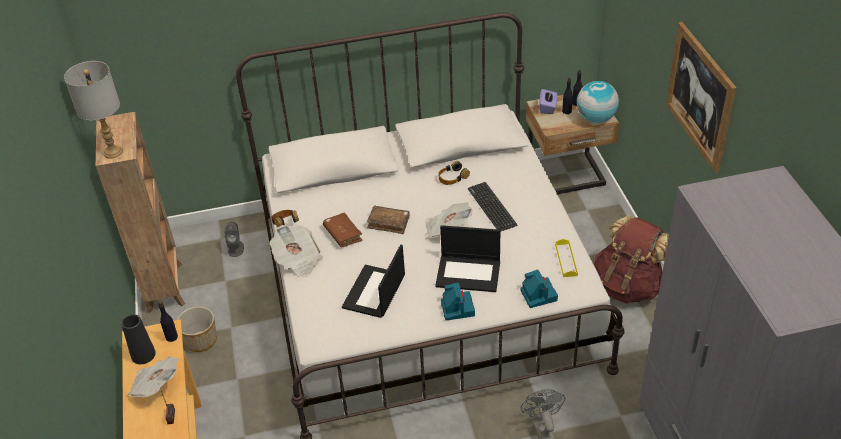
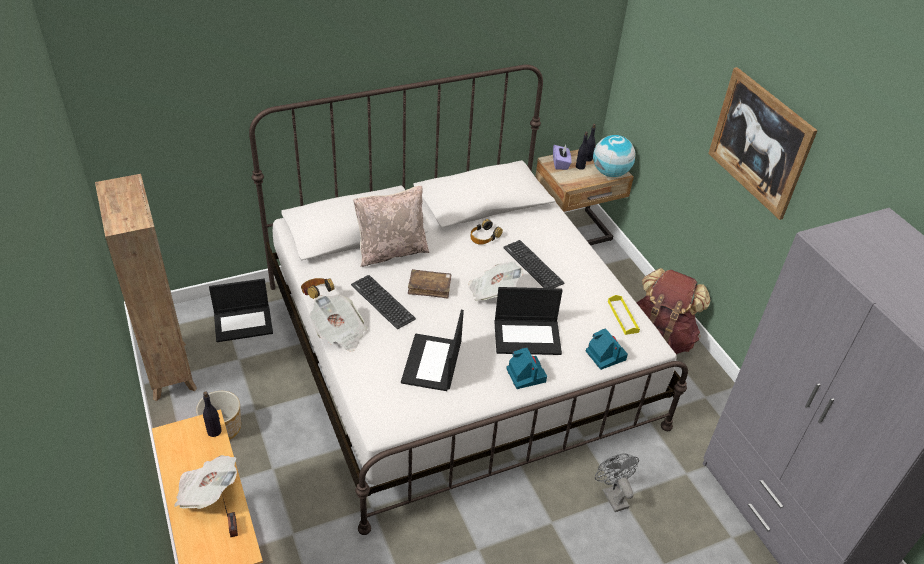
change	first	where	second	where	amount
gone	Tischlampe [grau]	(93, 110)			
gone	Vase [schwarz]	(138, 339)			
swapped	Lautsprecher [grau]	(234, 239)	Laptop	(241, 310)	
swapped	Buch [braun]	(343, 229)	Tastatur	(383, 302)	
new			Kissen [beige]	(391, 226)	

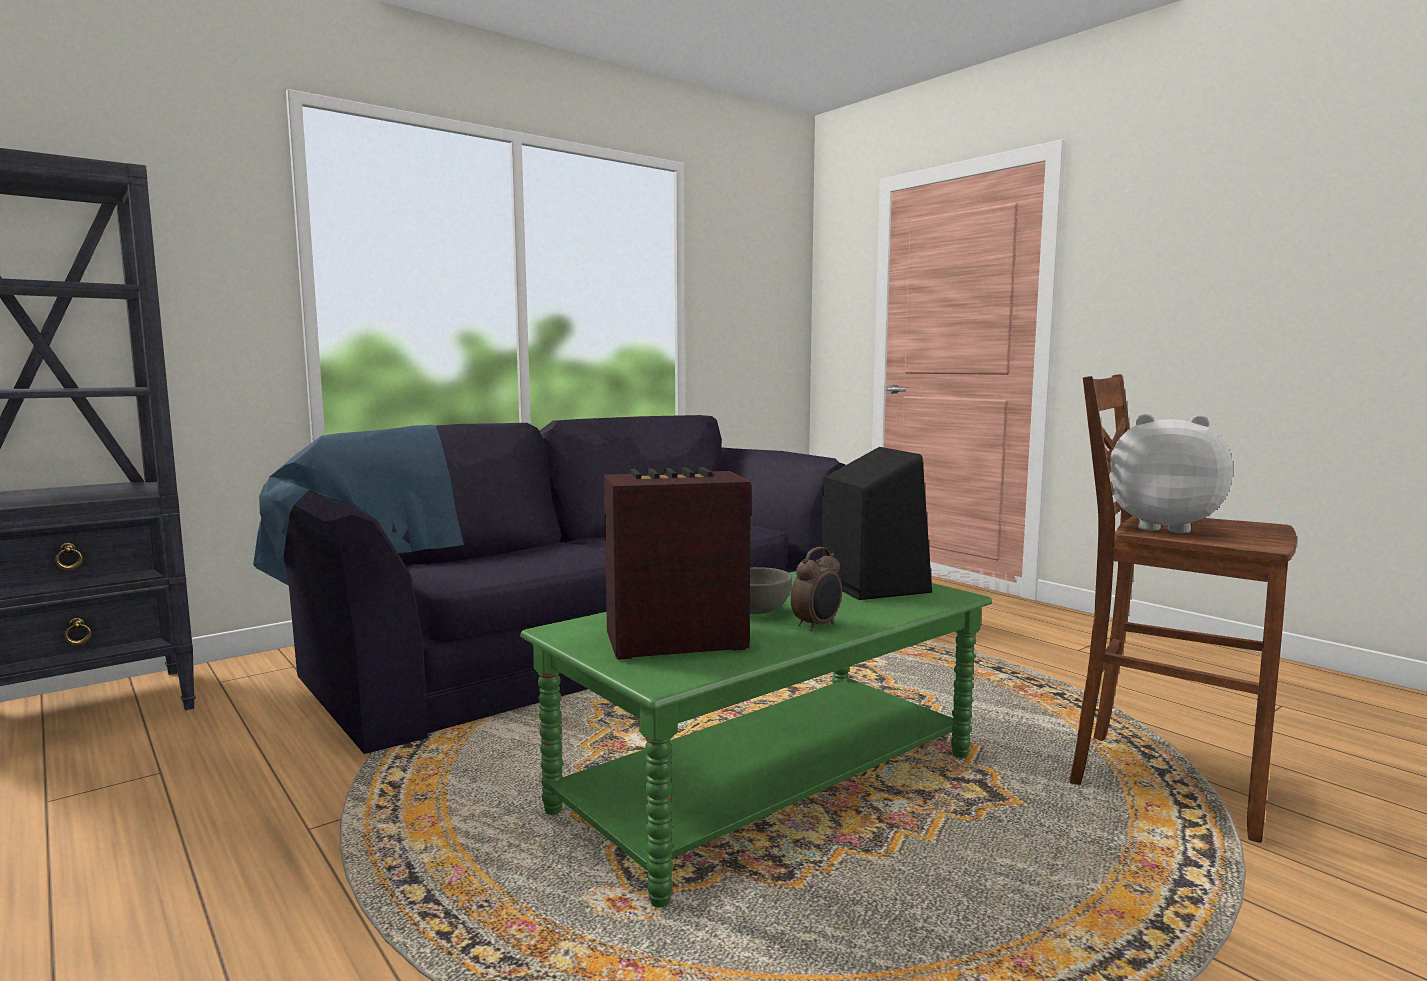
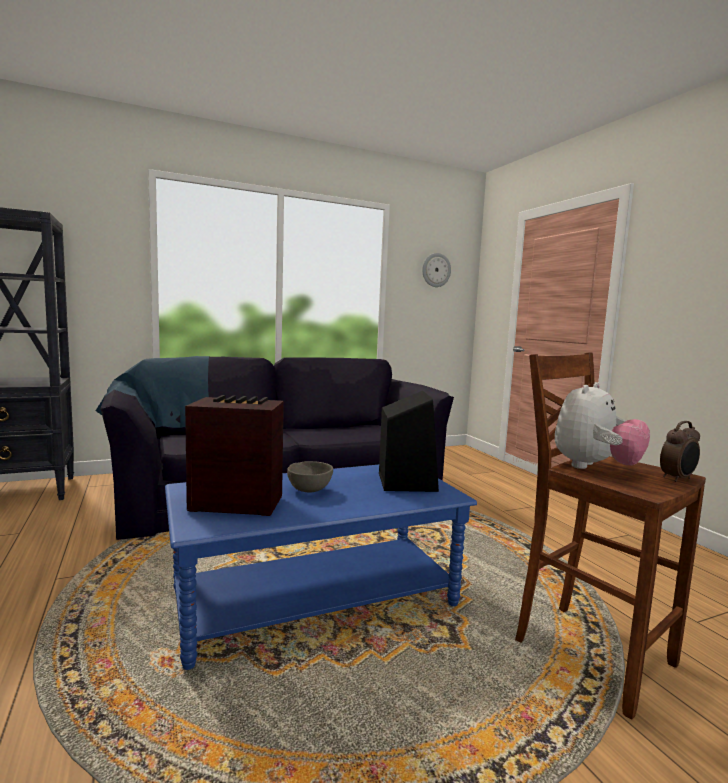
change	first	where	second	where	amount
repainted	Couchtisch [grün]	(756, 739)	Couchtisch [blau]	(321, 567)	
shifted	Wecker	(816, 589)		(680, 451)	
rotated	Plüschtier	(1171, 473)		(602, 425)	90 degrees clockwise
new			Wanduhr	(436, 270)	

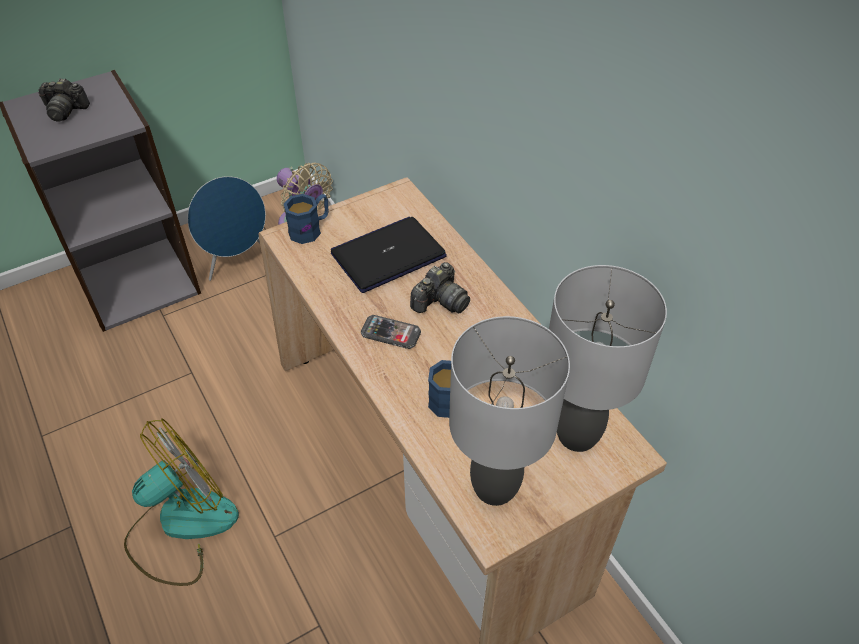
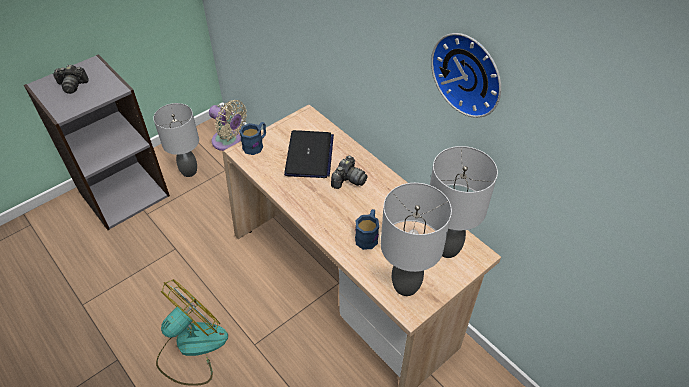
change	first	where	second	where	amount
swapped	Lautsprecher [blau]	(226, 228)	Tischlampe [grau]	(176, 140)	
rotated	Laptop	(389, 255)		(309, 154)	135 degrees clockwise
gone	Handy	(391, 332)			
new			Wanduhr	(466, 75)	

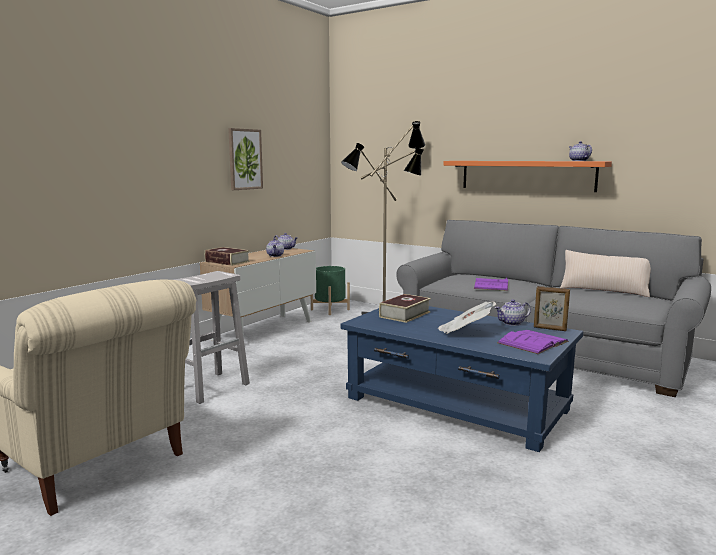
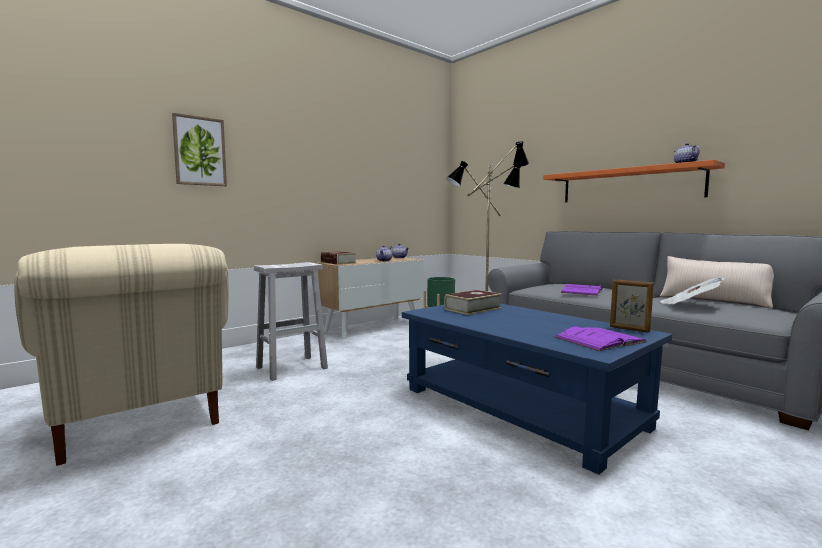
change	first	where	second	where	amount
shifted	Bild	(245, 159)		(199, 149)	
shifted	Zeitung	(467, 318)		(692, 290)	
gone	Teekanne	(513, 312)			

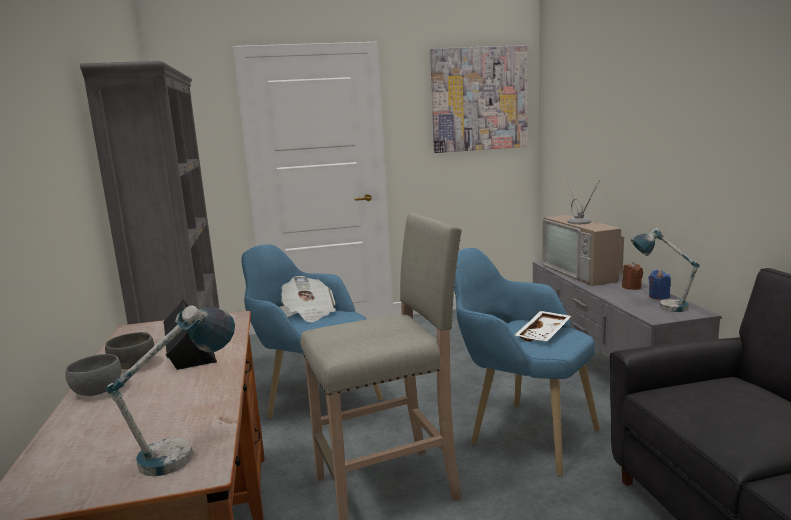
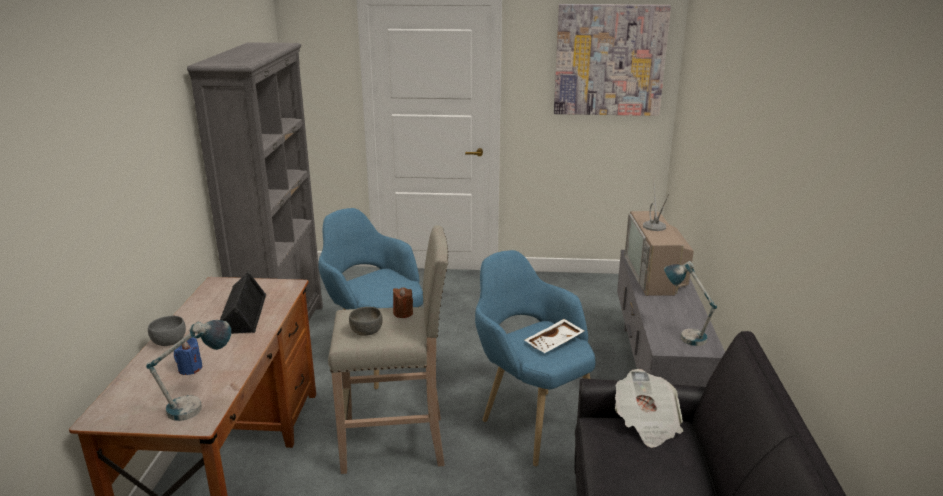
change	first	where	second	where	amount
shifted	Schüssel [grau]	(129, 350)		(366, 321)	
shifted	Zeitung	(308, 299)		(649, 408)	
shifted	Kerze [braun]	(632, 276)		(403, 302)	
shifted	Kerze [blau]	(659, 285)		(188, 356)	

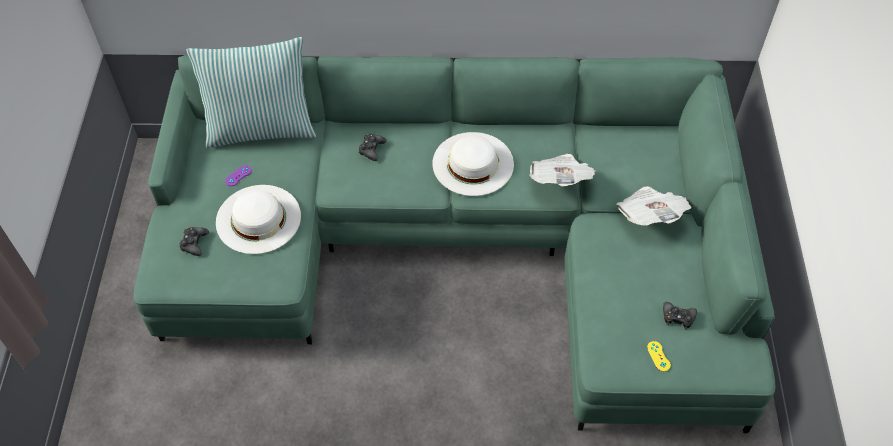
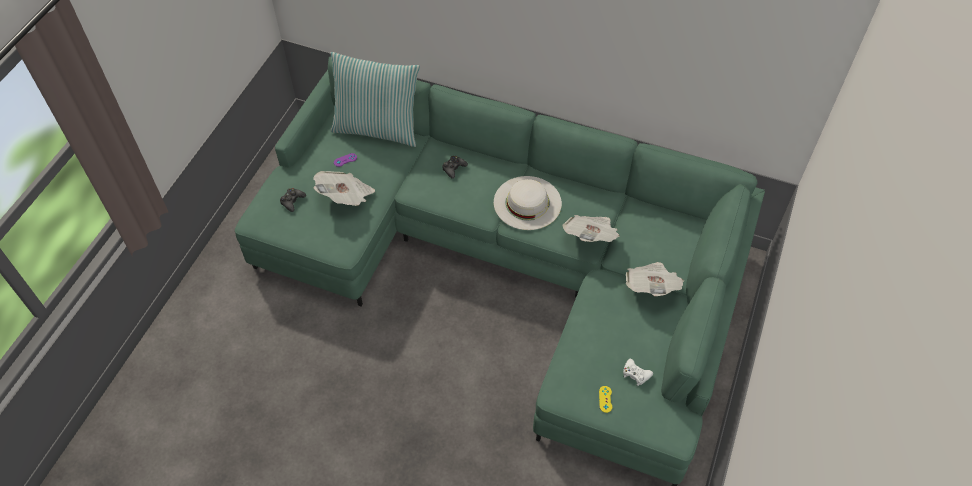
change	first	where	second	where	amount
swapped	Hut [weiß]	(258, 219)	Zeitung	(344, 188)	
repainted	Gamepad [schwarz]	(680, 316)	Gamepad [weiß]	(638, 372)	

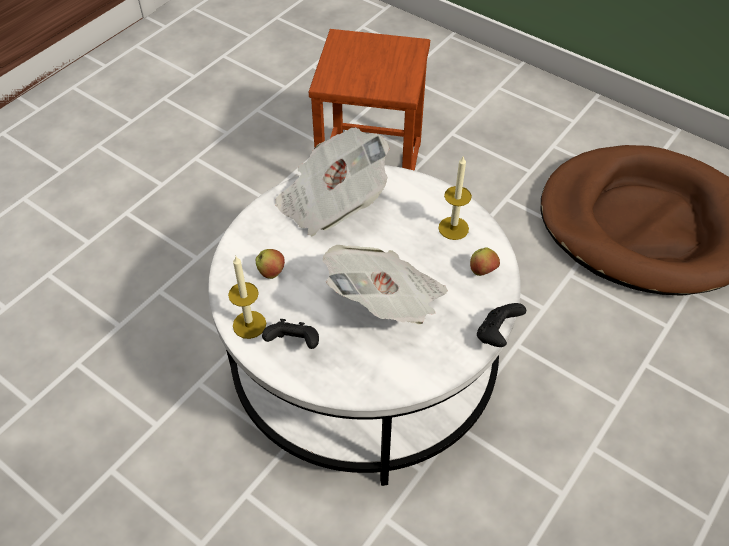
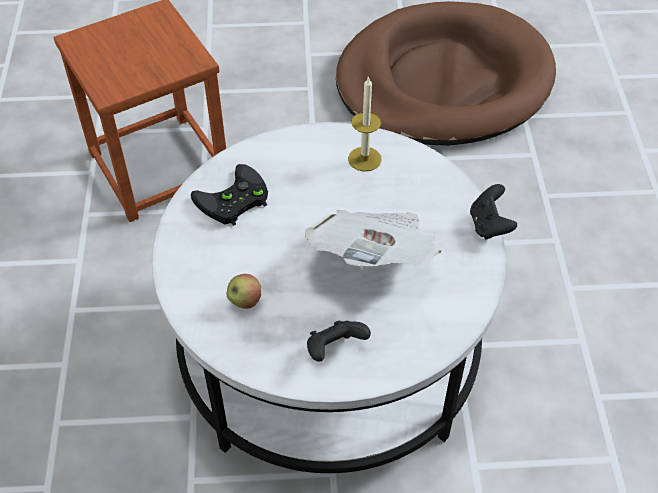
change	first	where	second	where	amount
gone	Kerze	(247, 297)			
swapped	Zeitung	(332, 181)	Gamepad [schwarz]	(229, 195)	
gone	Apfel	(485, 261)			

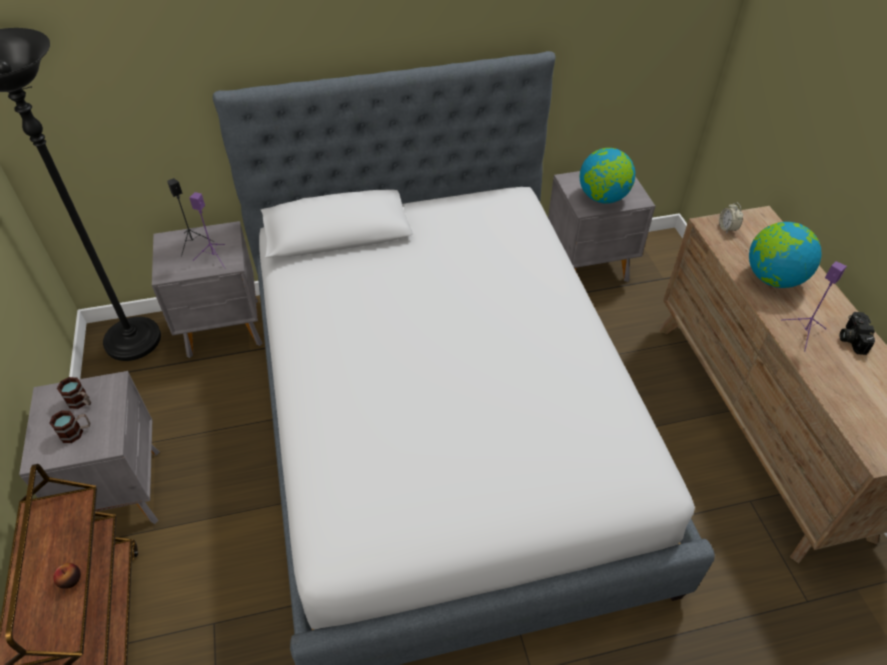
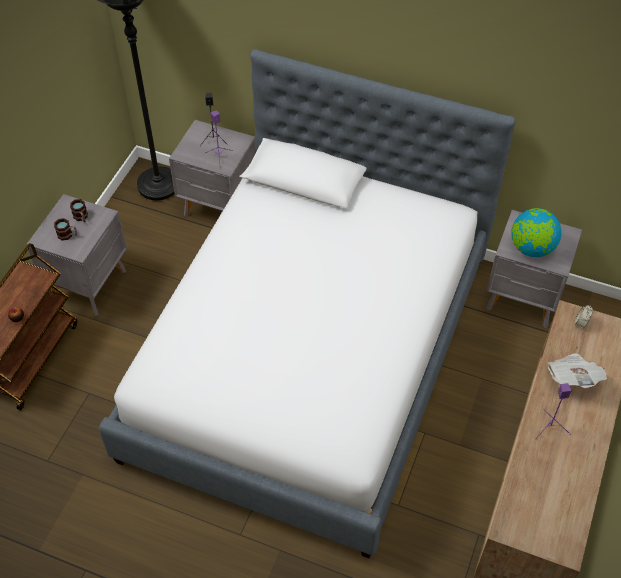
change	first	where	second	where	amount
swapped	Globus	(785, 255)	Zeitung	(577, 370)	
gone	Kamera	(857, 333)			

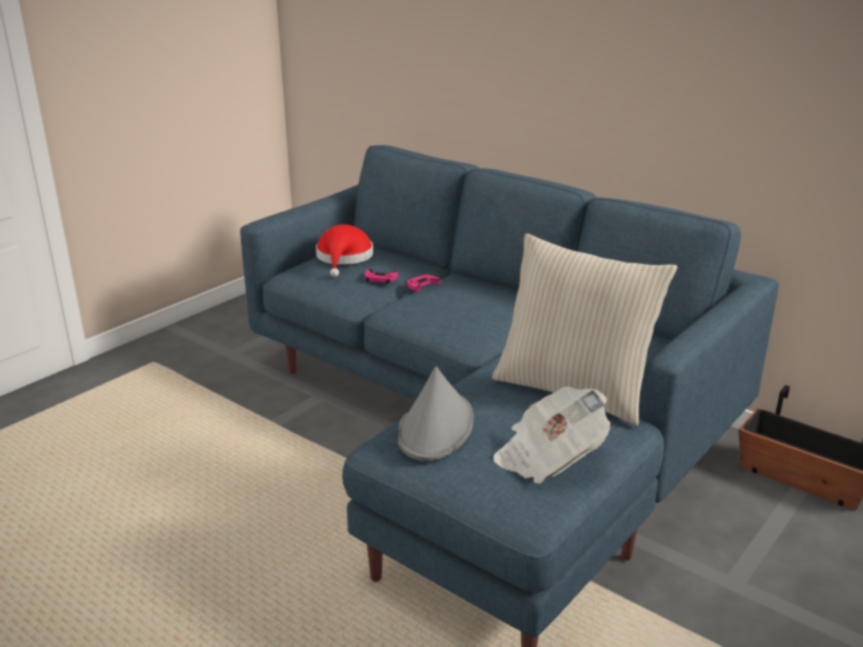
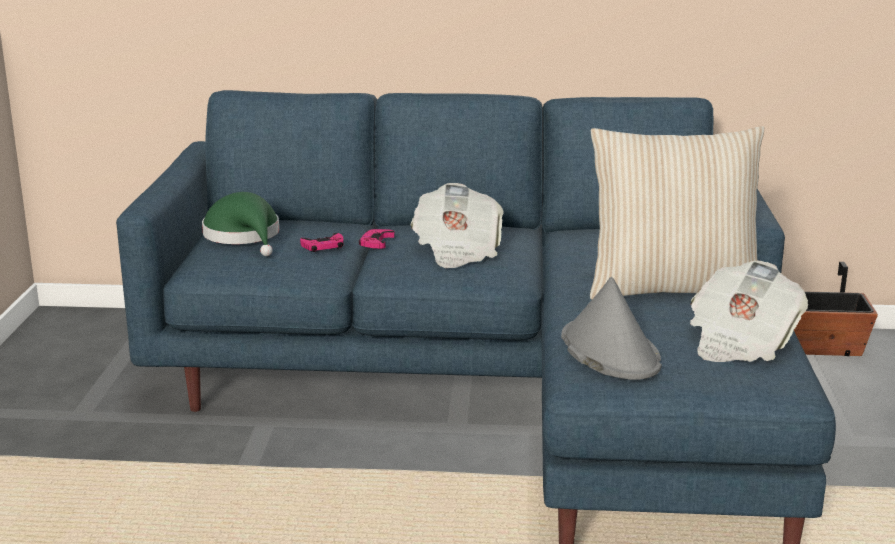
change	first	where	second	where	amount
repainted	Hut [rot]	(344, 250)	Hut [grün]	(240, 224)	
new			Zeitung	(457, 225)	

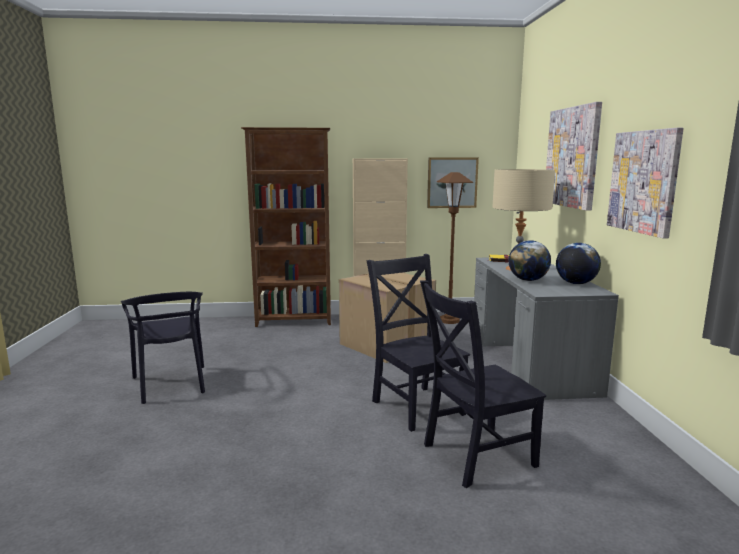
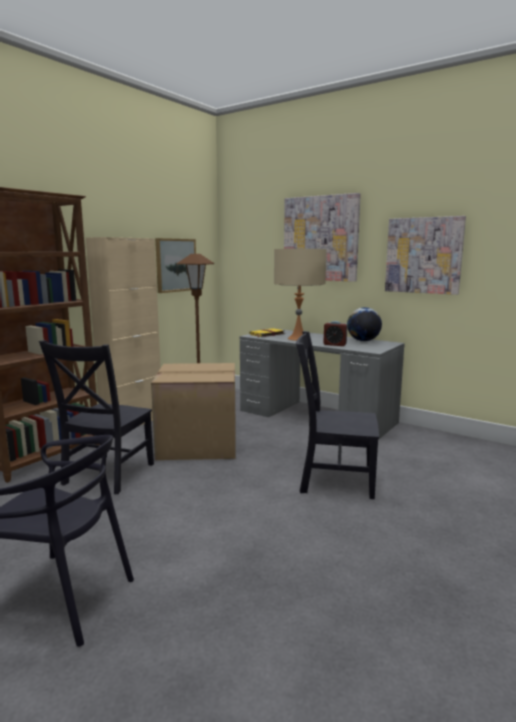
change	first	where	second	where	amount
shifted	Stuhl [schwarz]	(483, 384)		(96, 417)	
swapped	Globus	(530, 260)	Wecker	(335, 333)	

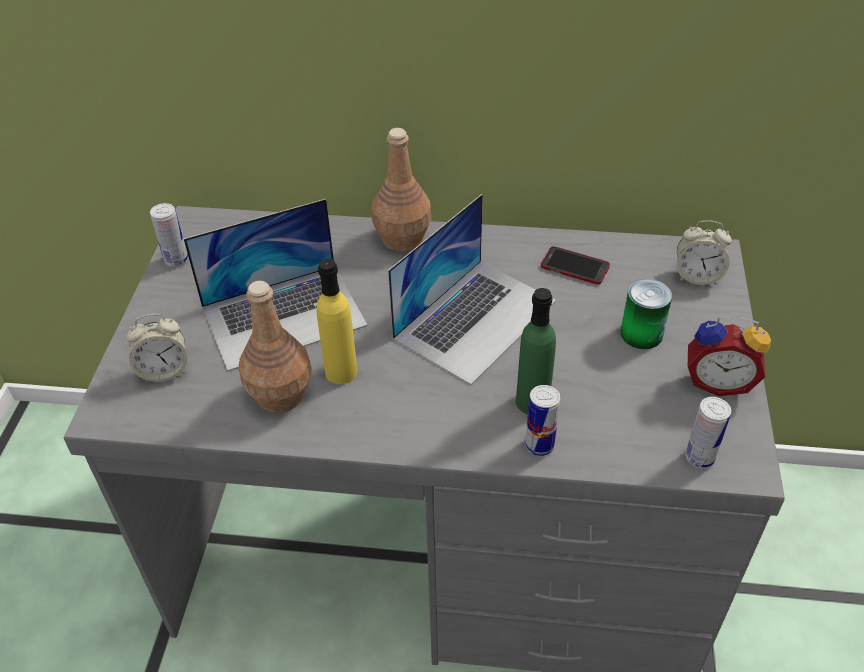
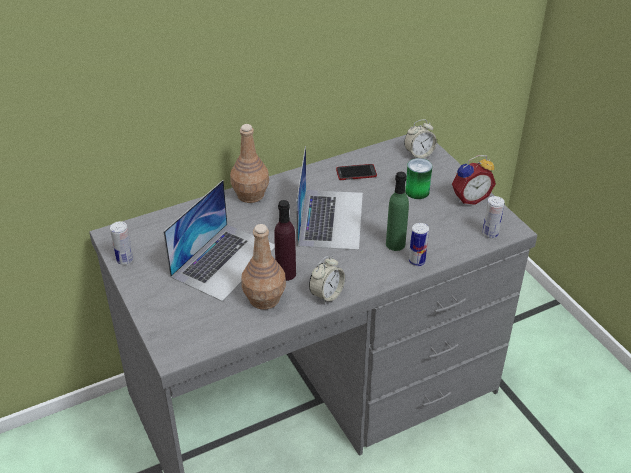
change	first	where	second	where	amount
shifted	Wecker	(156, 348)		(327, 280)	
repainted	Flasche [gelb]	(336, 321)	Flasche [lila]	(285, 240)	

